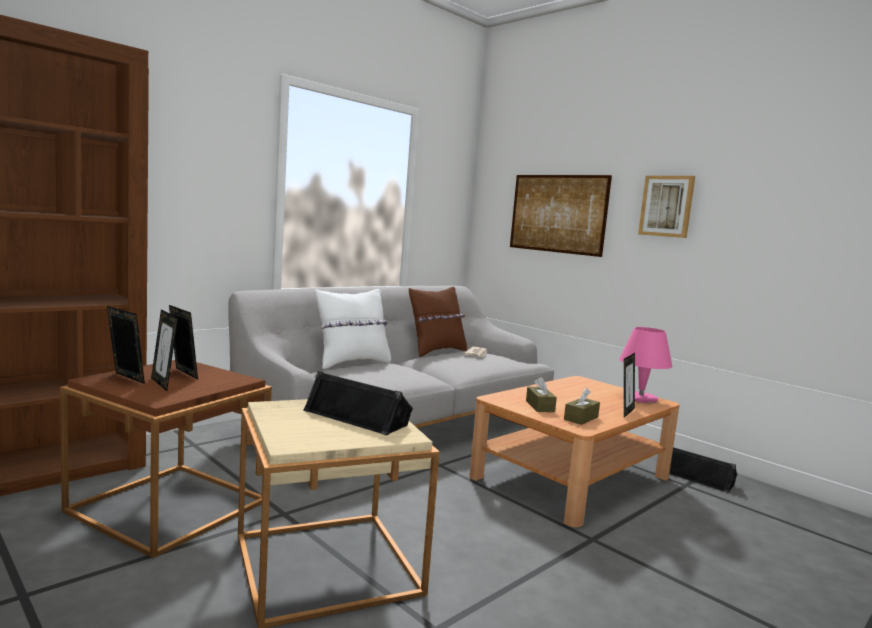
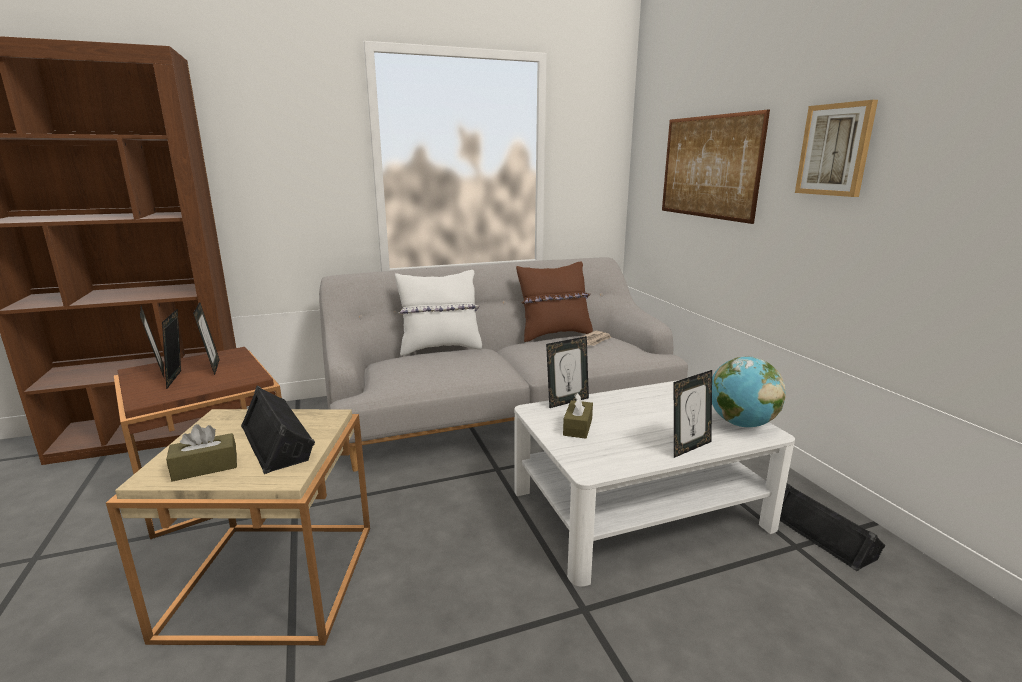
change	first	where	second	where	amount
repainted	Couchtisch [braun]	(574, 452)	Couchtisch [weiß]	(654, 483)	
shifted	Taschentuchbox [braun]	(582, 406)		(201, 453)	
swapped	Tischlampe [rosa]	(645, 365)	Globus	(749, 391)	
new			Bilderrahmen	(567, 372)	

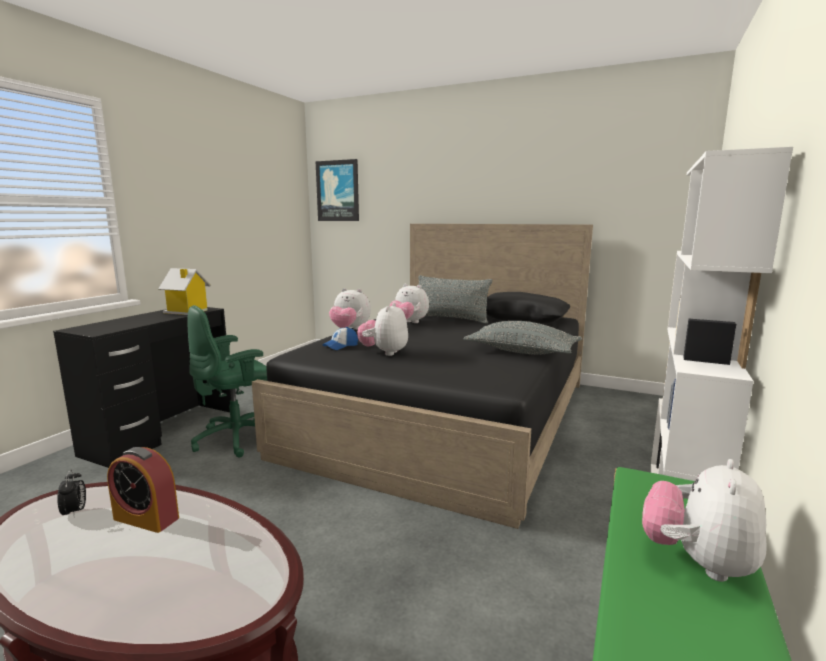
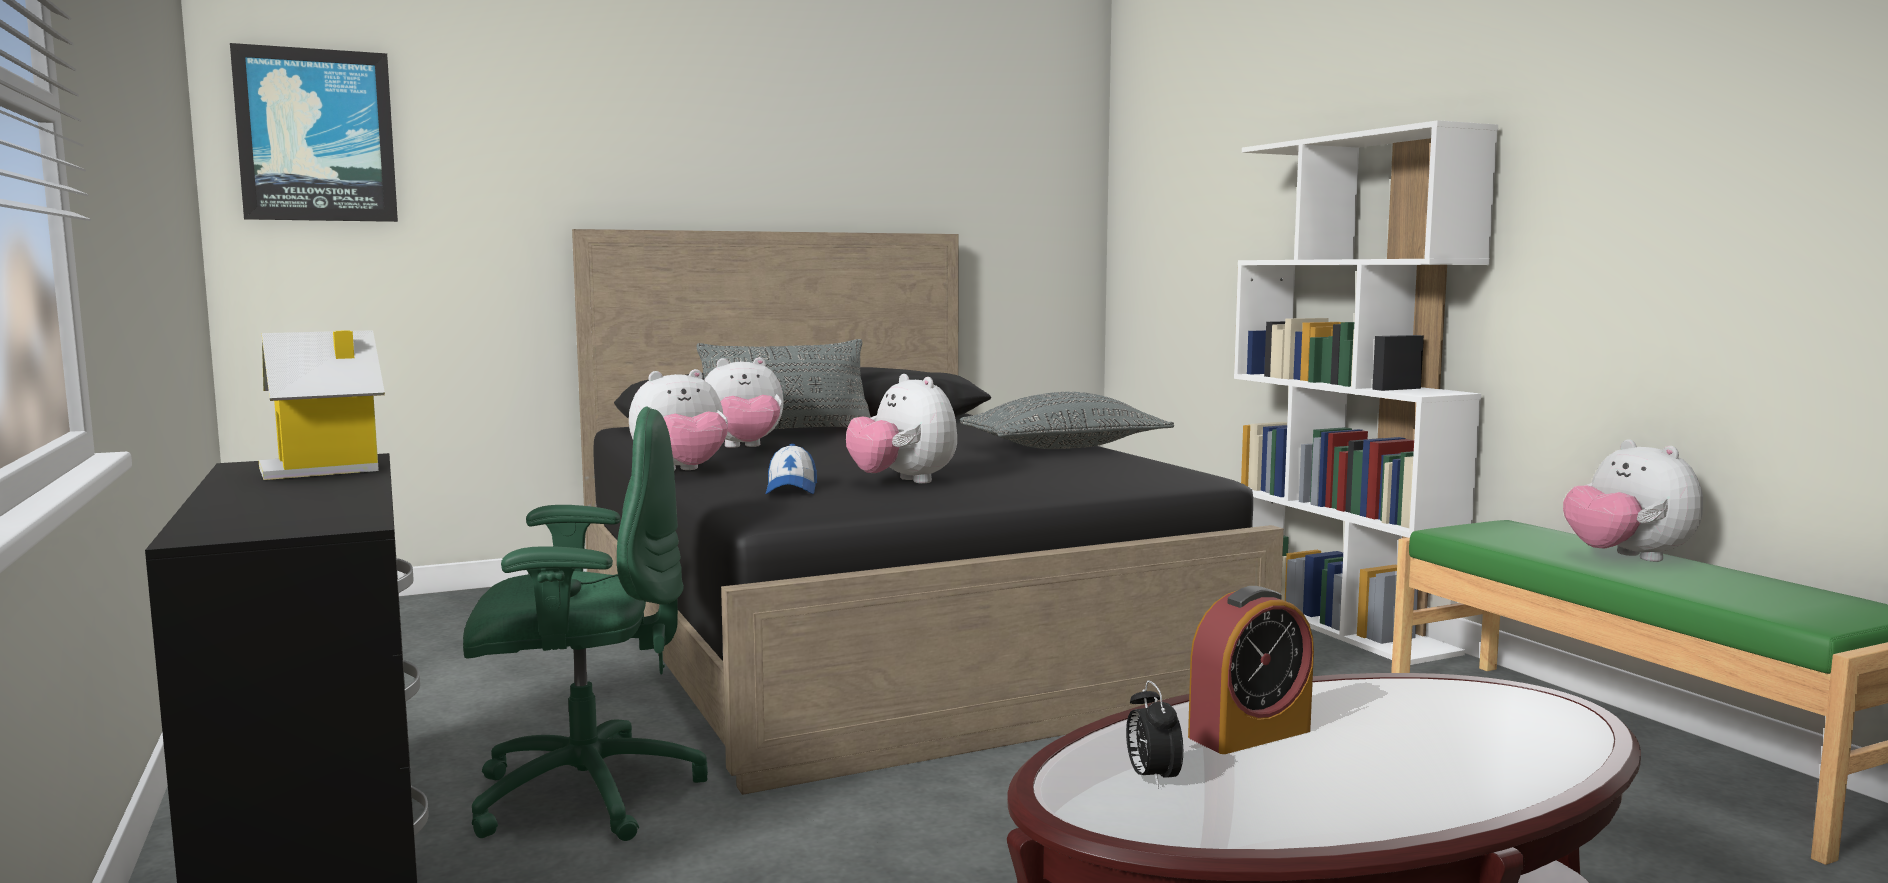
change	first	where	second	where	amount
rotated	Wecker	(71, 493)		(1154, 734)	120 degrees counterclockwise
rotated	Bürostuhl [grün]	(227, 381)		(585, 623)	105 degrees counterclockwise

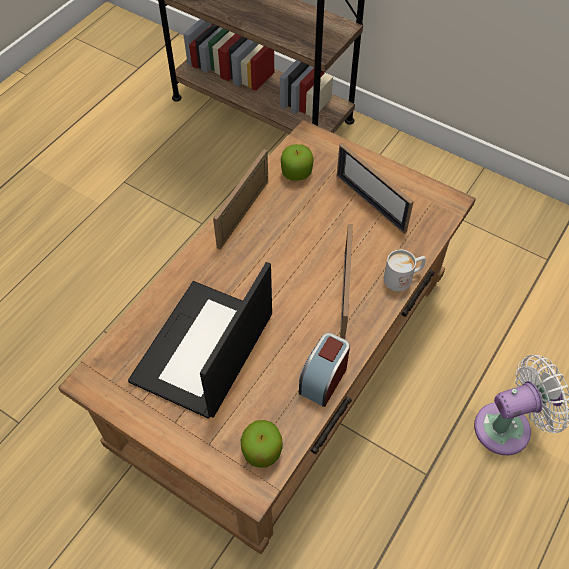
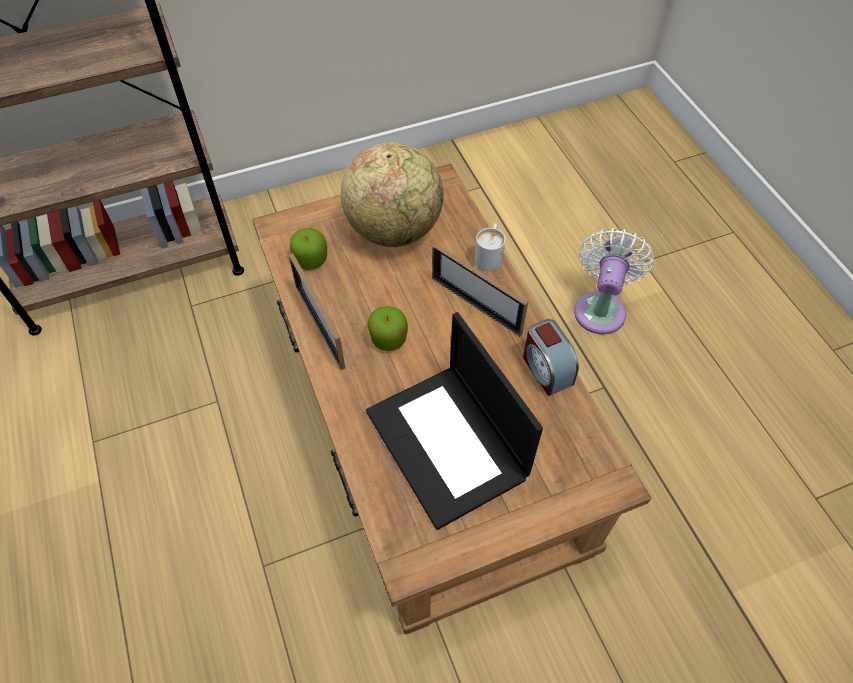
change	first	where	second	where	amount
shifted	Apfel	(262, 444)		(388, 328)	
swapped	Bilderrahmen	(375, 188)	Globus	(392, 194)	

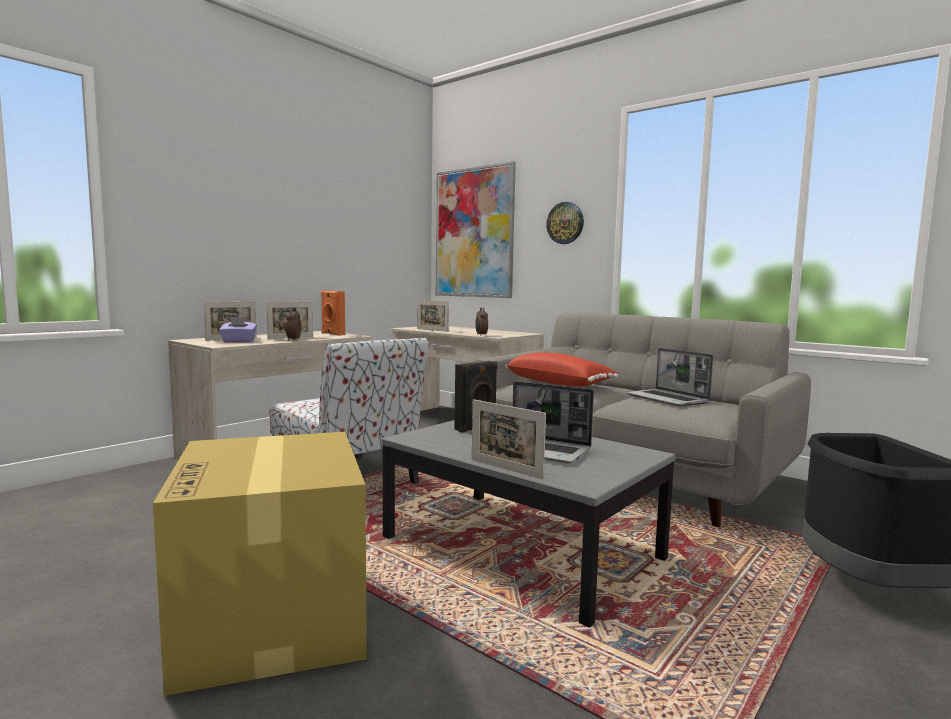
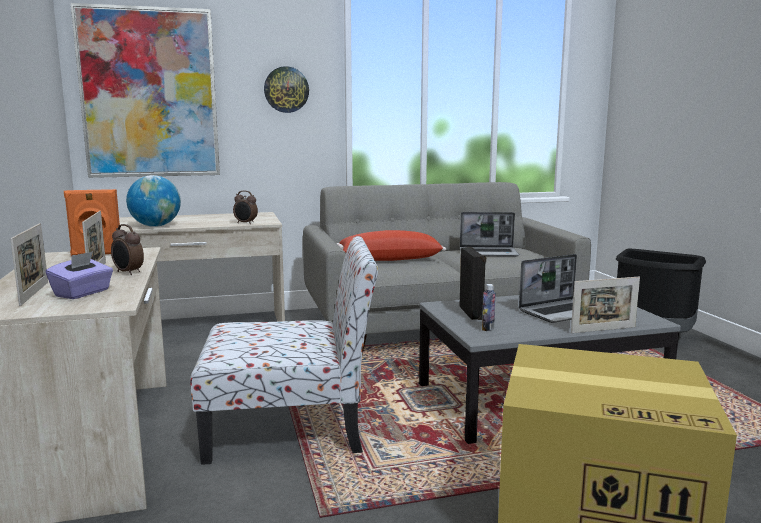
change	first	where	second	where	amount
swapped	Bilderrahmen	(433, 316)	Globus	(153, 201)	
new			Flasche	(489, 307)	

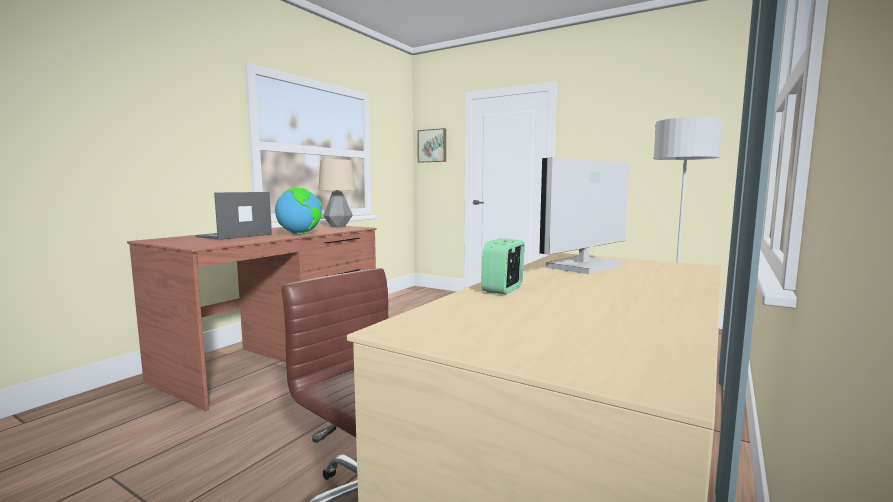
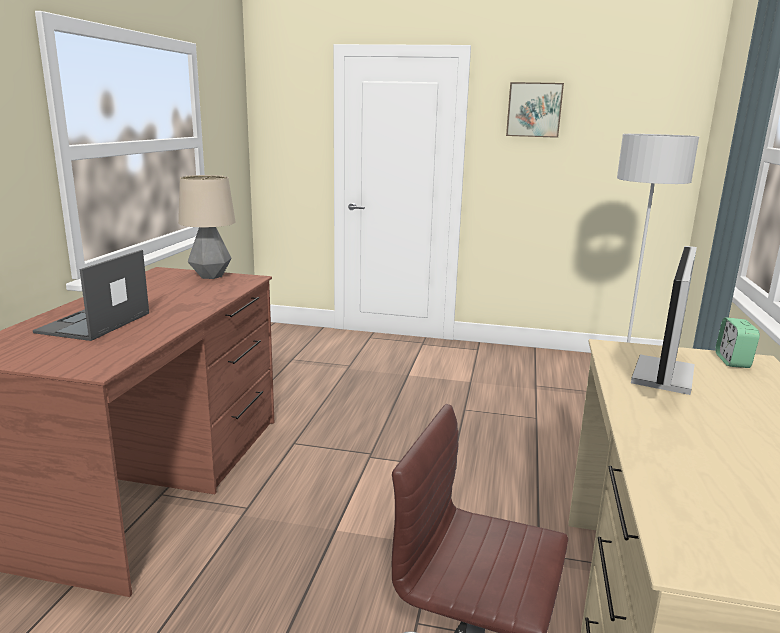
change	first	where	second	where	amount
gone	Globus	(298, 210)			
shifted	Bild	(431, 145)		(535, 110)	
shifted	Wecker	(503, 266)		(737, 342)	

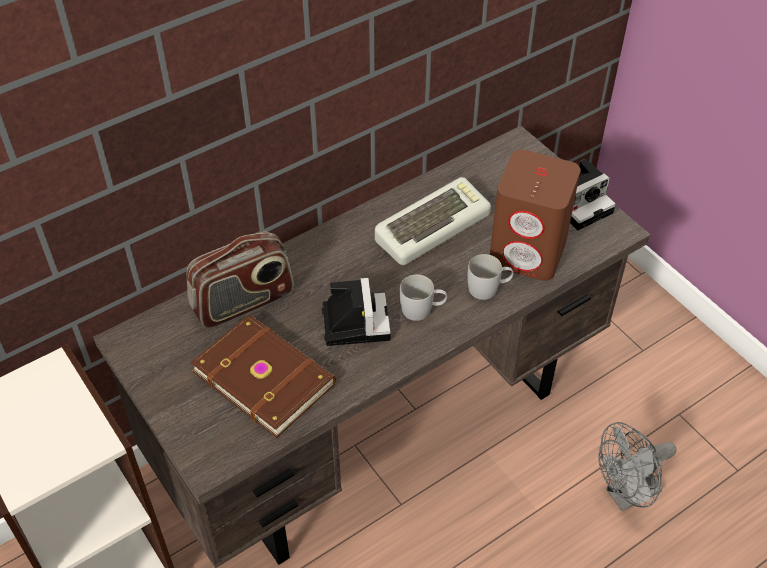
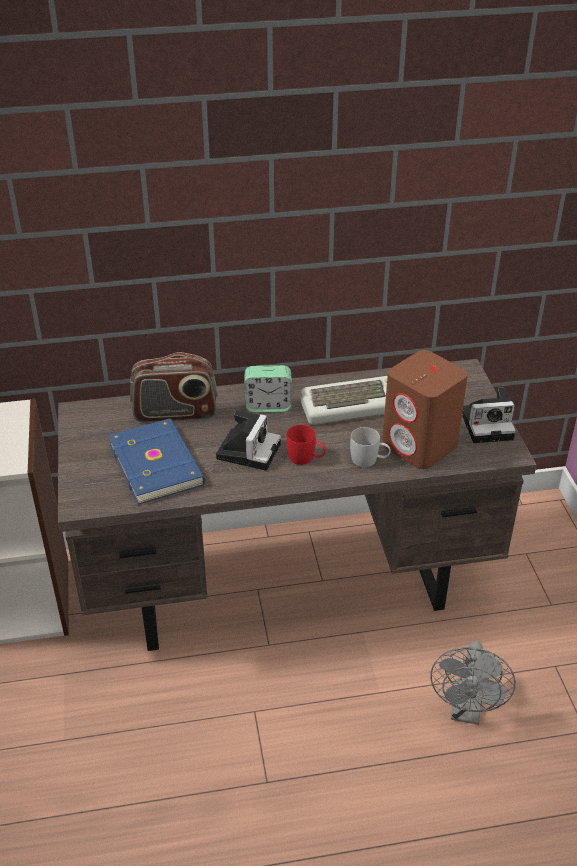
change	first	where	second	where	amount
repainted	Buch [braun]	(263, 376)	Buch [blau]	(156, 462)	
repainted	Henkelbecher [weiß]	(423, 298)	Henkelbecher [rot]	(306, 445)	
rotated	Ventilator [grau]	(637, 466)		(473, 683)	75 degrees counterclockwise
new			Wecker	(268, 389)	

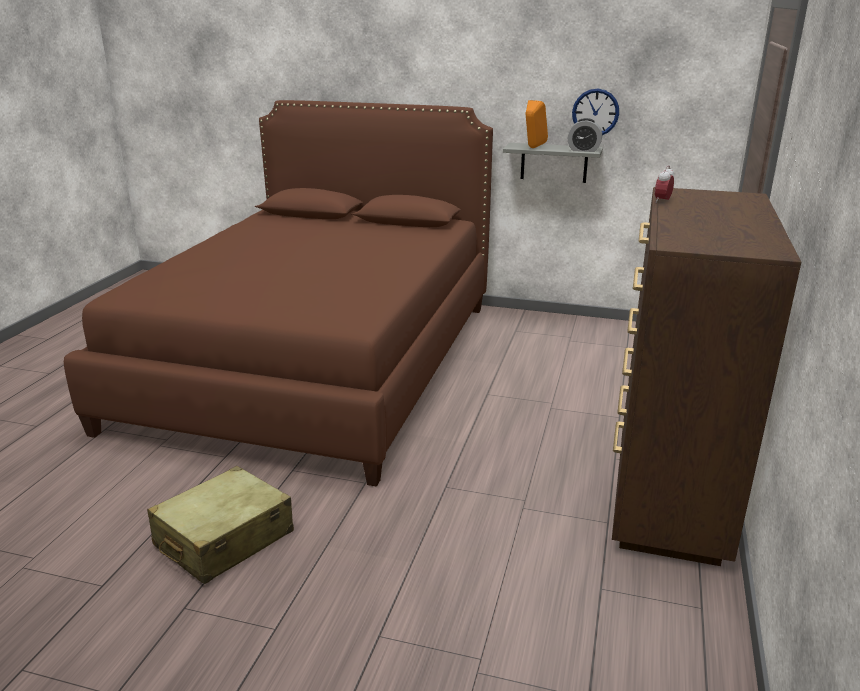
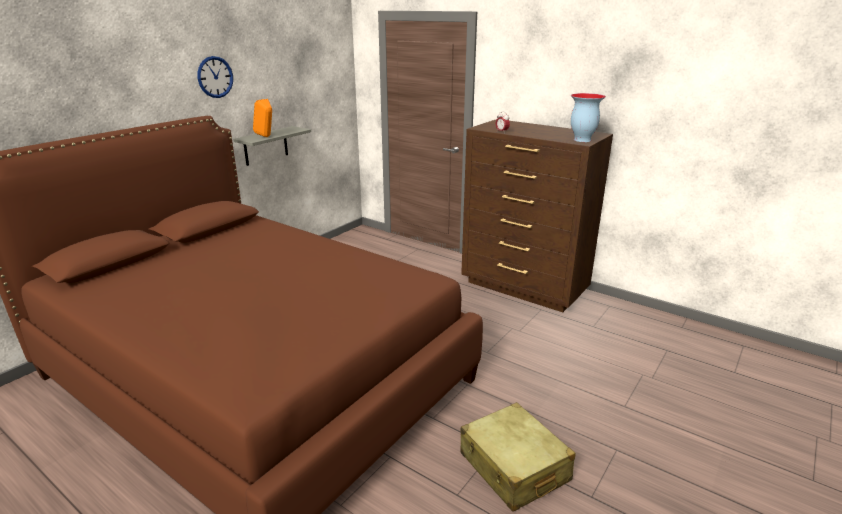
change	first	where	second	where	amount
gone	Wecker	(585, 135)			
shifted	Wanduhr	(595, 112)		(215, 77)	
new			Vase	(588, 117)	

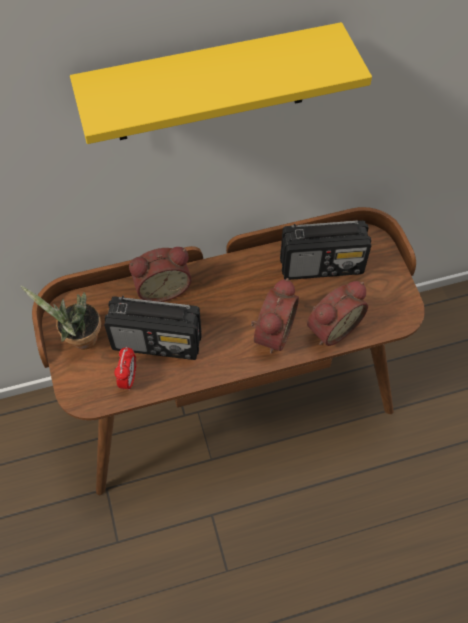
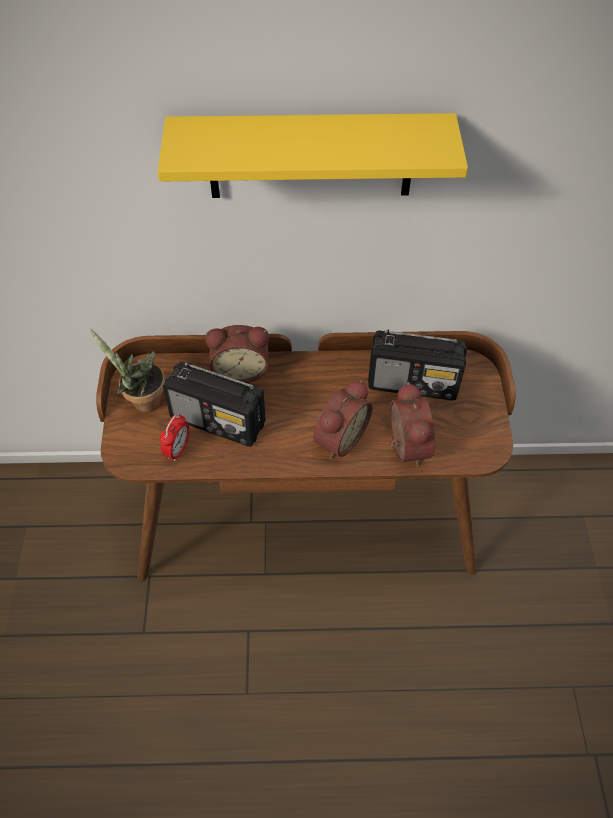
change	first	where	second	where	amount
rotated	Wecker	(337, 313)		(412, 424)	75 degrees counterclockwise

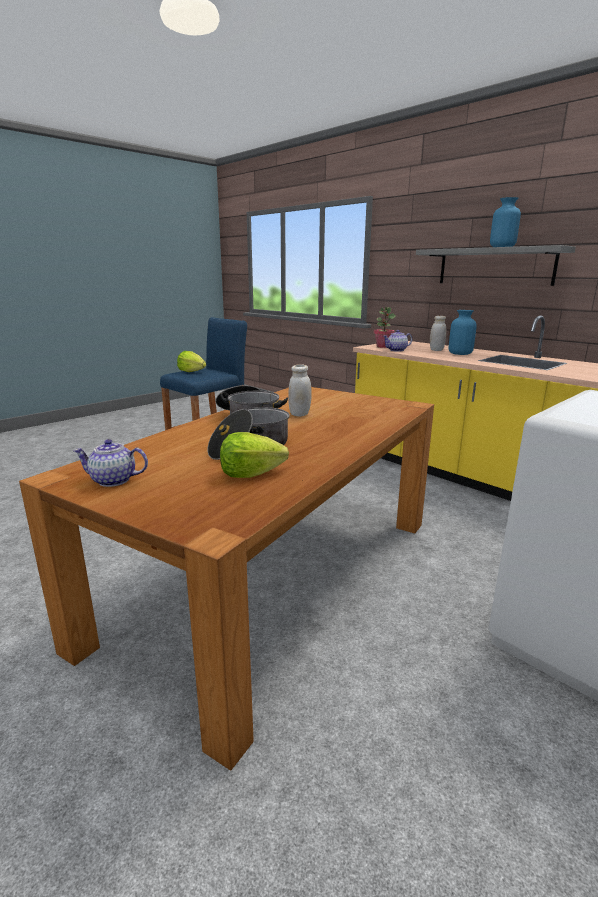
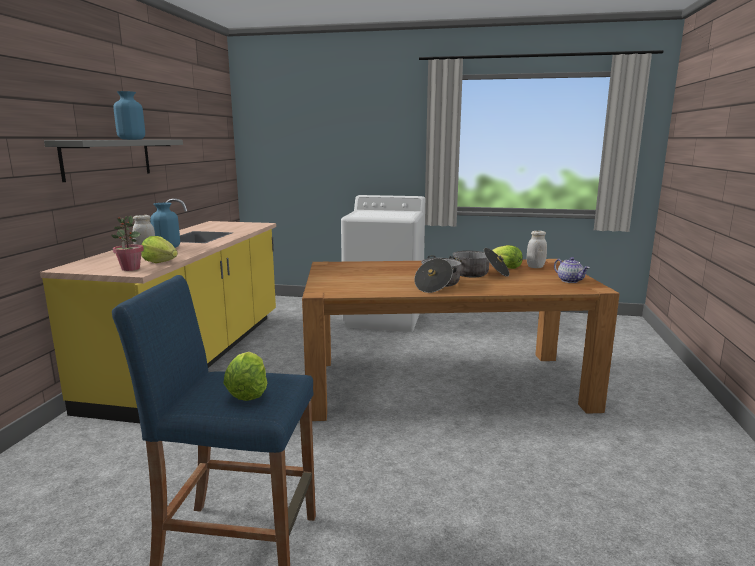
change	first	where	second	where	amount
shifted	Vorratsglas [weiß]	(300, 390)		(537, 249)	
swapped	Teekanne	(397, 341)	Salatkopf	(159, 249)	

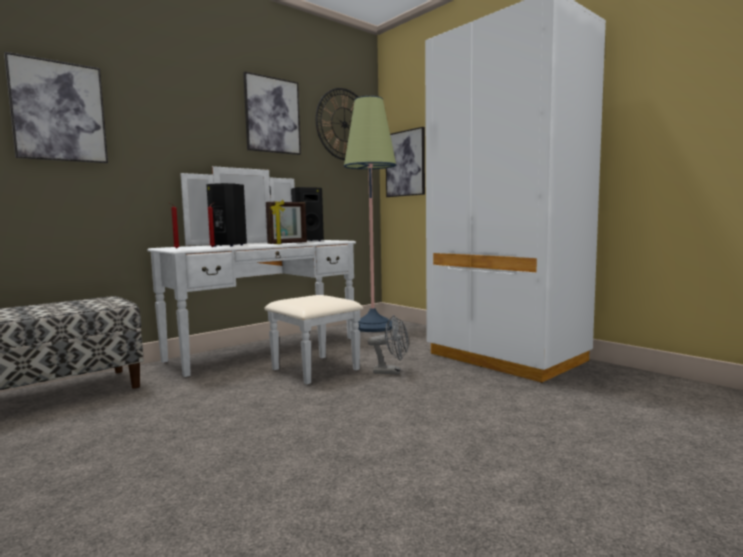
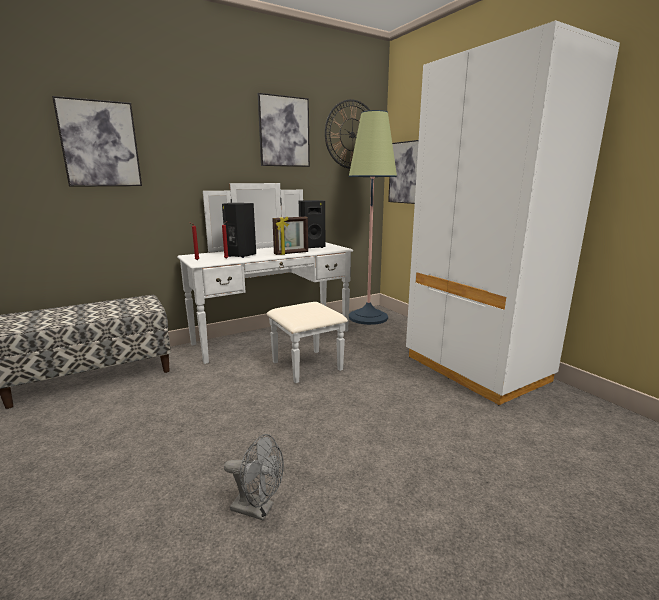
change	first	where	second	where	amount
shifted	Ventilator [grau]	(388, 345)		(254, 477)	

